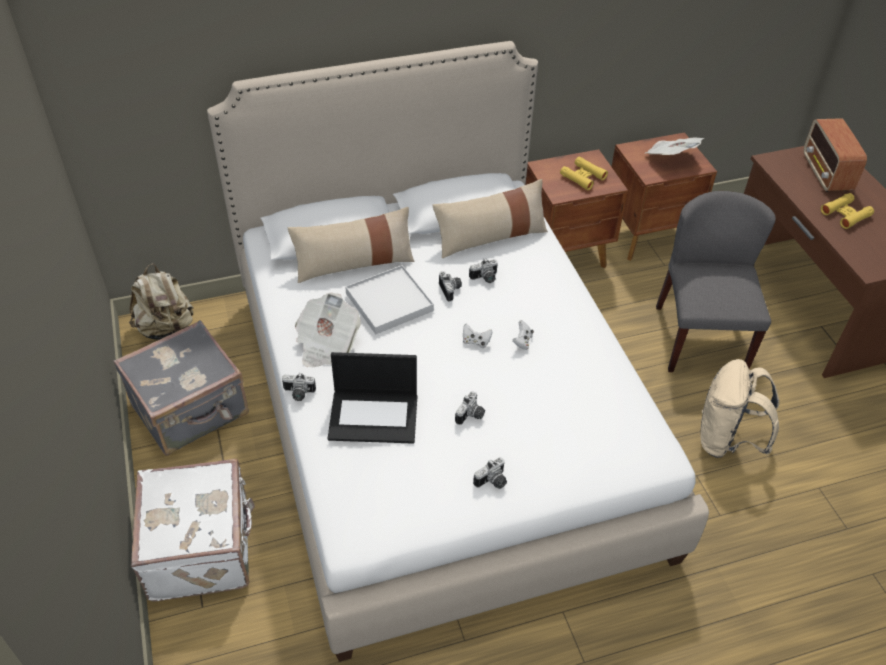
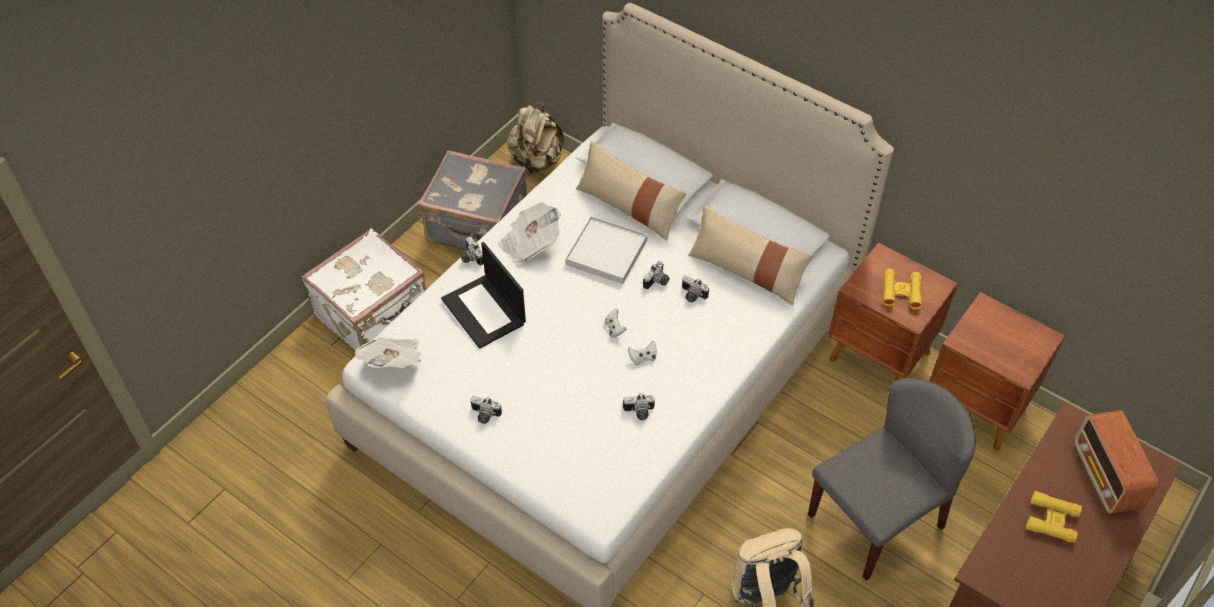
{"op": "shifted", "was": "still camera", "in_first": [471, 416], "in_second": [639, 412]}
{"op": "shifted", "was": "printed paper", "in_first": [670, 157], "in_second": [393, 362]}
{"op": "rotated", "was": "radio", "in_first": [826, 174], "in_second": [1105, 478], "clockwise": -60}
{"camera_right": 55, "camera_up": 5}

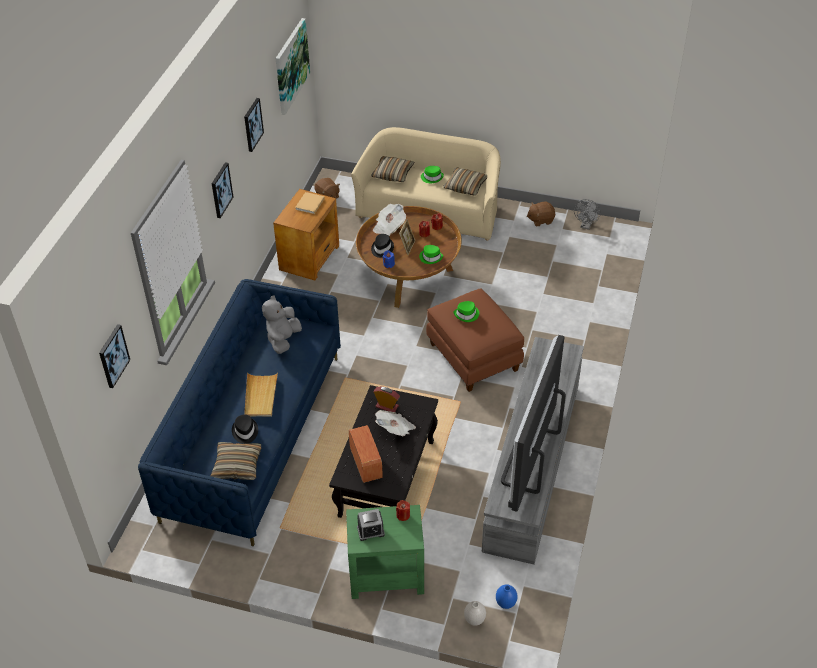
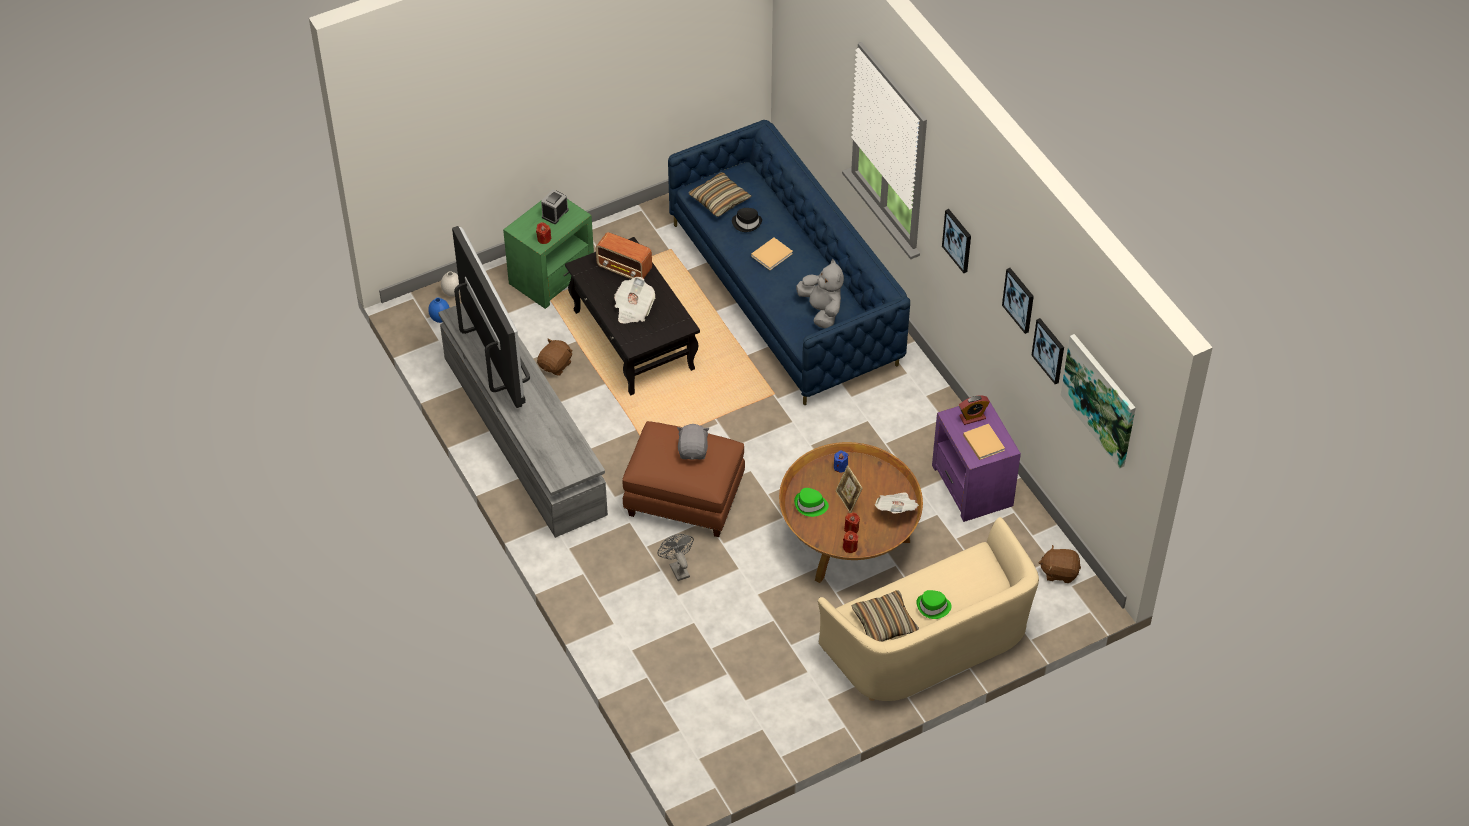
{"op": "shifted", "was": "wall picture", "in_first": [113, 356], "in_second": [1049, 350]}
{"op": "swapped", "was": "beige-coloured carrying tray", "now": "beige-coloured bound book", "in_first": [260, 396], "in_second": [772, 254]}
{"op": "repainted", "was": "brown-coloured side table", "now": "purple side table", "in_first": [310, 257], "in_second": [972, 486]}
{"op": "gone", "was": "cushion", "in_first": [392, 174]}
{"op": "gone", "was": "black-coloured hat", "in_first": [382, 249]}
{"op": "shifted", "was": "bedside clock", "in_first": [387, 406], "in_second": [972, 417]}
{"op": "swapped", "was": "greenish hat", "now": "grey plush toy", "in_first": [467, 314], "in_second": [693, 450]}
{"op": "shifted", "was": "brown-coloured plush toy", "in_first": [540, 220], "in_second": [556, 365]}
{"op": "shifted", "was": "grey cooling fan", "in_first": [586, 226], "in_second": [677, 568]}
{"camera_right": 135, "camera_up": 5}

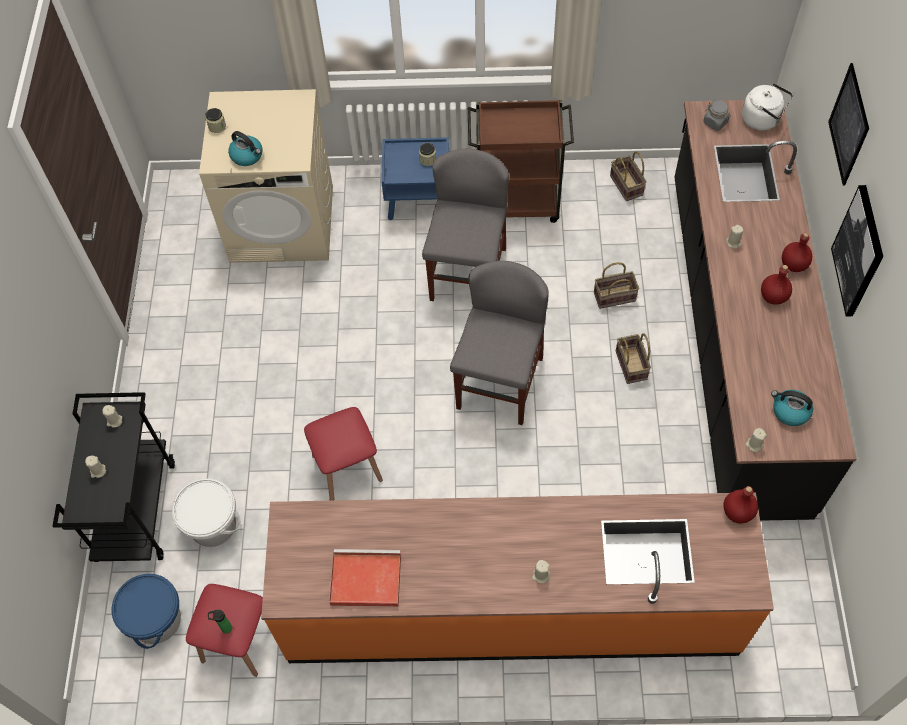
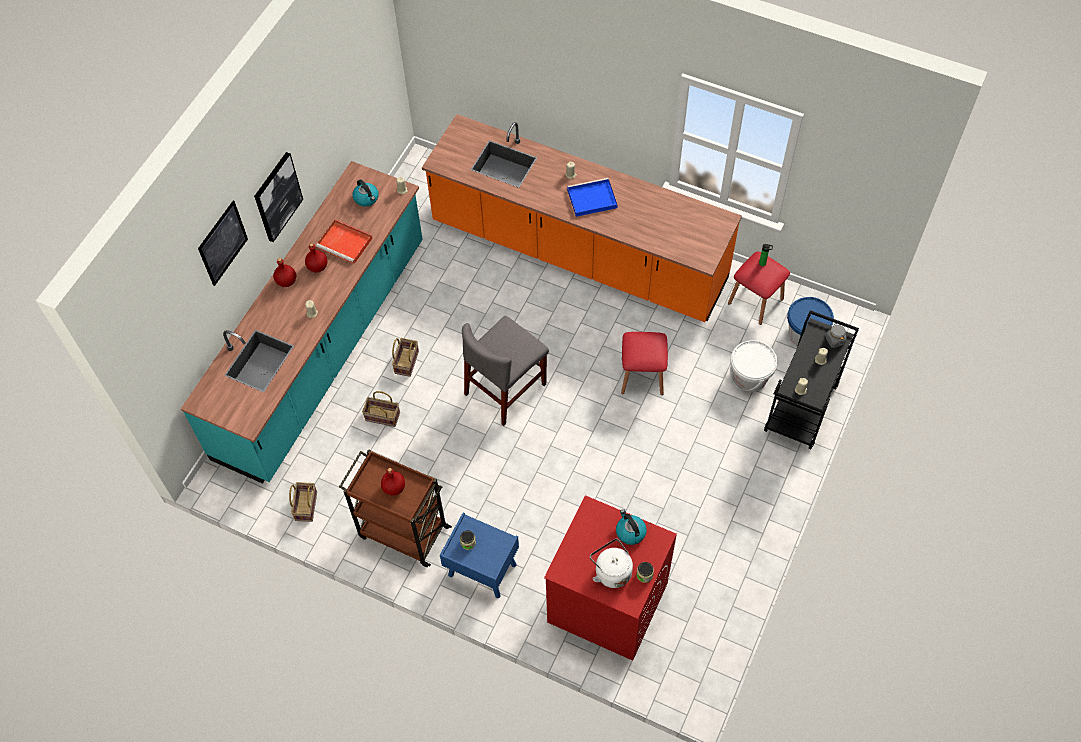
{"op": "repainted", "was": "beige-coloured laundry machine", "now": "reddish laundry machine", "in_first": [283, 223], "in_second": [606, 602]}
{"op": "shifted", "was": "reddish carrying tray", "in_first": [364, 580], "in_second": [346, 243]}
{"op": "gone", "was": "grey plain chair", "in_first": [468, 274]}
{"op": "repainted", "was": "black-coloured counter", "now": "turquoise-coloured counter", "in_first": [734, 339], "in_second": [323, 349]}
{"op": "shifted", "was": "grey storage jar", "in_first": [715, 122], "in_second": [835, 340]}
{"op": "shifted", "was": "reddish bottle", "in_first": [737, 512], "in_second": [394, 488]}
{"op": "shifted", "was": "white-coloured tea kettle", "in_first": [762, 120], "in_second": [611, 571]}
{"op": "new", "now": "bluish carrying tray", "in_second": [591, 199]}
{"camera_right": -155, "camera_up": 0}

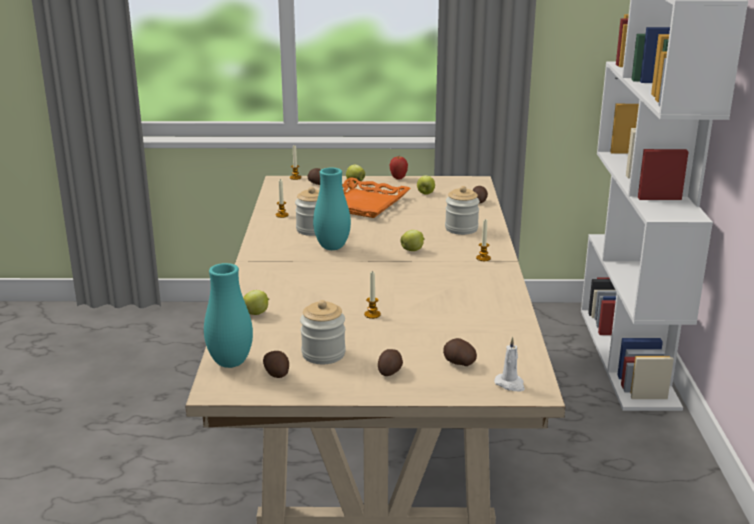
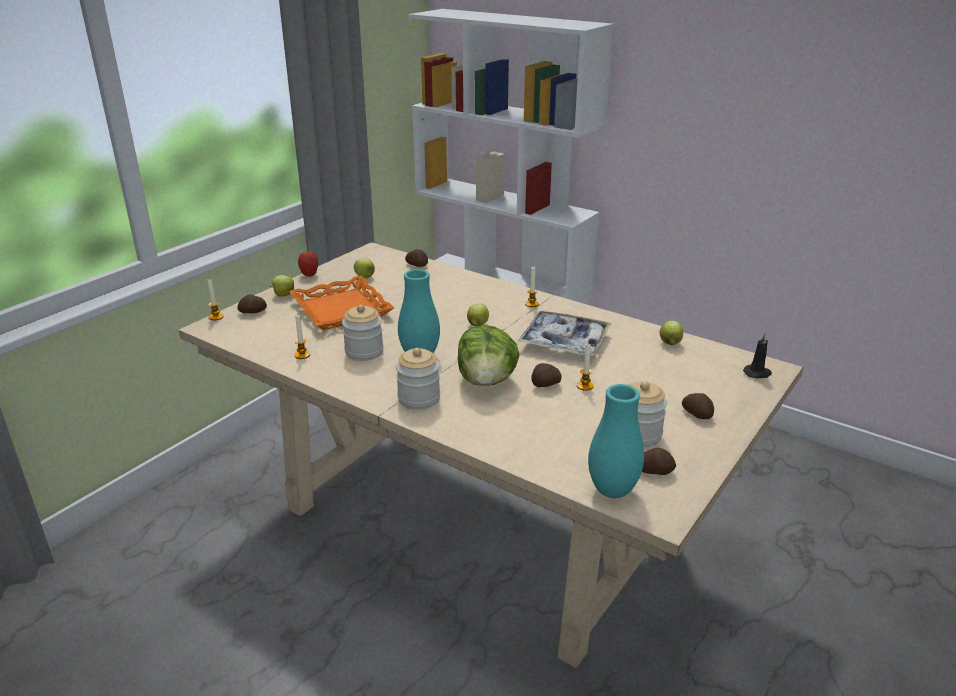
{"op": "shifted", "was": "apple", "in_first": [256, 313], "in_second": [670, 343]}
{"op": "shifted", "was": "whole potato", "in_first": [459, 363], "in_second": [545, 385]}
{"op": "shifted", "was": "storage jar", "in_first": [461, 229], "in_second": [419, 398]}
{"op": "repainted", "was": "white-coloured wax candle", "now": "black-coloured wax candle", "in_first": [510, 384], "in_second": [757, 373]}
{"op": "new", "now": "lettuce", "in_second": [487, 381]}
{"op": "new", "now": "carrying tray", "in_second": [564, 342]}
{"camera_right": -55, "camera_up": 5}

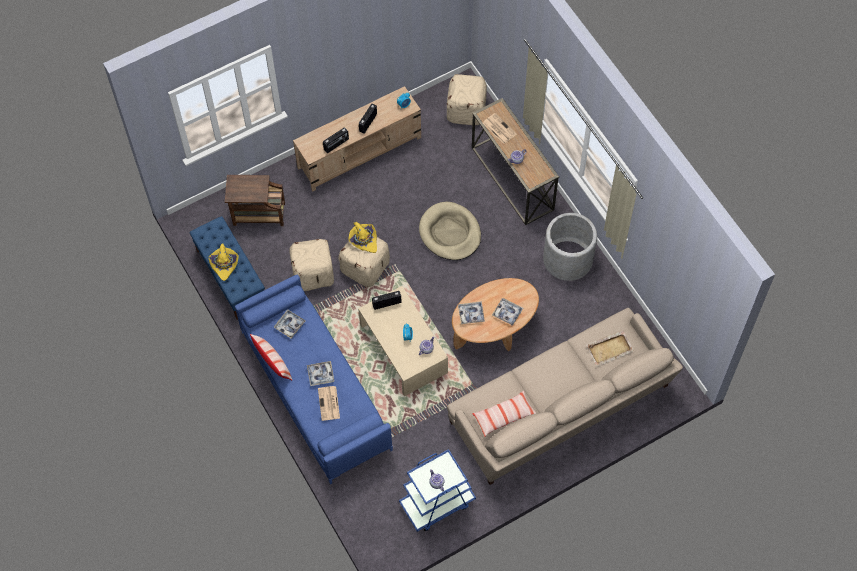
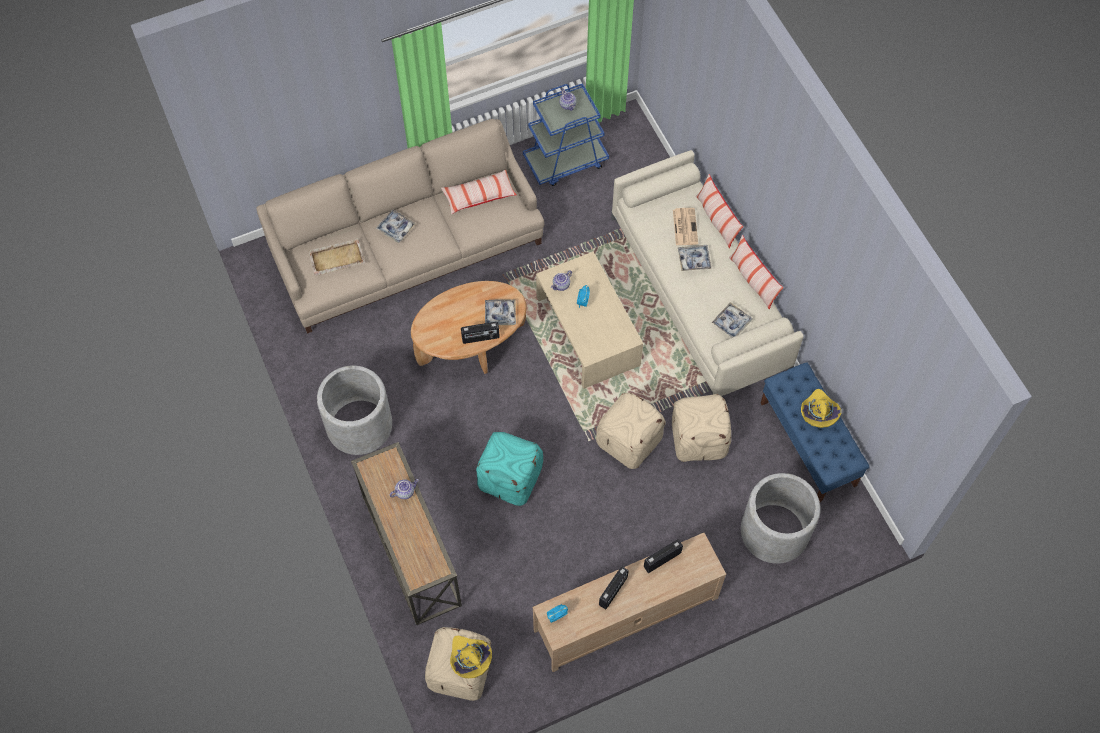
{"op": "swapped", "was": "brown-coloured side table", "now": "grey flower pot", "in_first": [257, 214], "in_second": [774, 532]}
{"op": "repainted", "was": "bluish settee", "now": "beige-coloured settee", "in_first": [314, 389], "in_second": [700, 293]}
{"op": "shifted", "was": "yellowish hat", "in_first": [364, 240], "in_second": [469, 658]}
{"op": "shifted", "was": "radio", "in_first": [386, 303], "in_second": [480, 338]}
{"op": "swapped", "was": "beige-coloured dog cushion", "now": "turquoise-coloured ottoman", "in_first": [450, 233], "in_second": [510, 477]}
{"op": "gone", "was": "printed paper", "in_first": [498, 128]}
{"op": "shifted", "was": "carrying tray", "in_first": [507, 313], "in_second": [396, 228]}
{"op": "new", "now": "cushion", "in_second": [717, 220]}
{"camera_right": -175, "camera_up": 0}

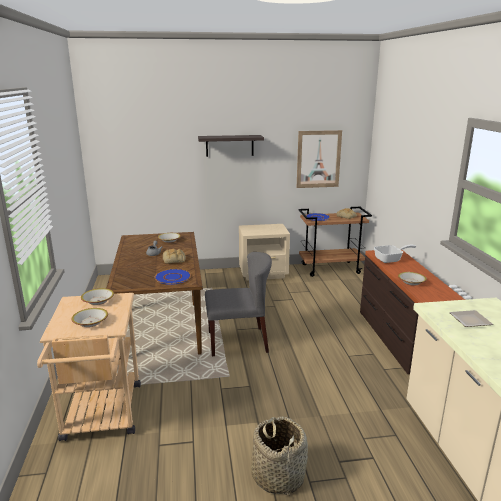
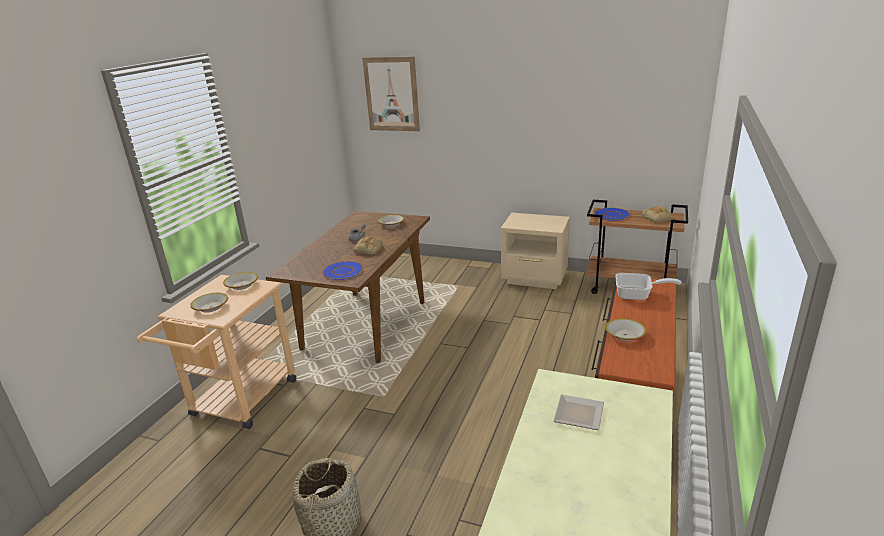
{"op": "gone", "was": "shelf", "in_first": [229, 145]}
{"op": "gone", "was": "grey plain chair", "in_first": [238, 341]}
{"op": "shifted", "was": "wall picture", "in_first": [318, 159], "in_second": [391, 94]}
{"camera_right": 30, "camera_up": 5}

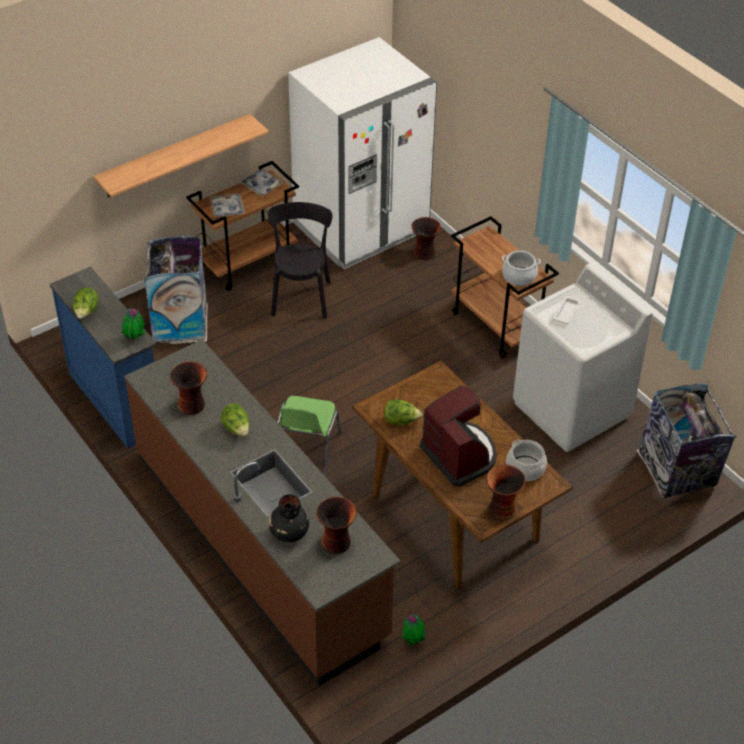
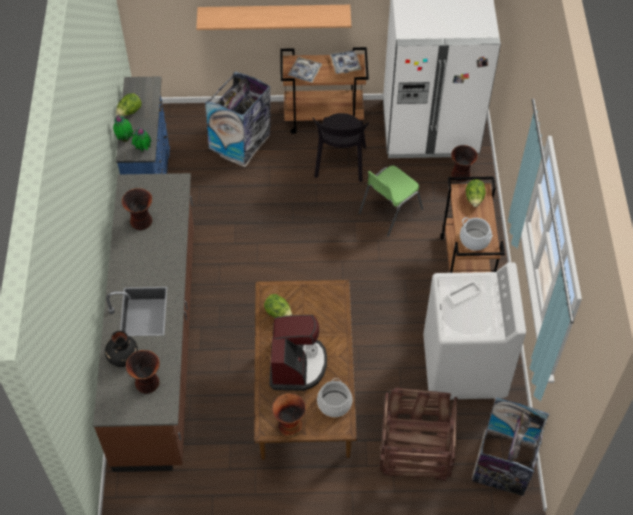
{"op": "shifted", "was": "lettuce", "in_first": [237, 429], "in_second": [474, 199]}
{"op": "rotated", "was": "black-coloured plain chair", "in_first": [301, 296], "in_second": [340, 164], "clockwise": 150}
{"op": "shifted", "was": "greenish plain chair", "in_first": [306, 453], "in_second": [389, 211]}
{"op": "shifted", "was": "plant in a pot", "in_first": [413, 641], "in_second": [125, 139]}
{"op": "new", "now": "packing crate", "in_second": [417, 447]}
{"camera_right": 35, "camera_up": 10}

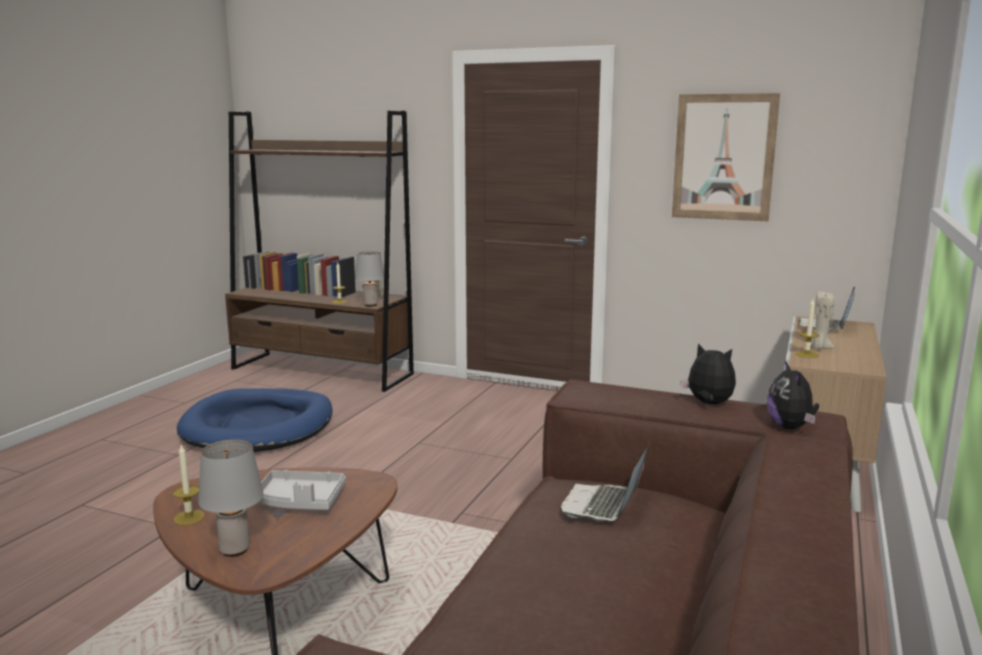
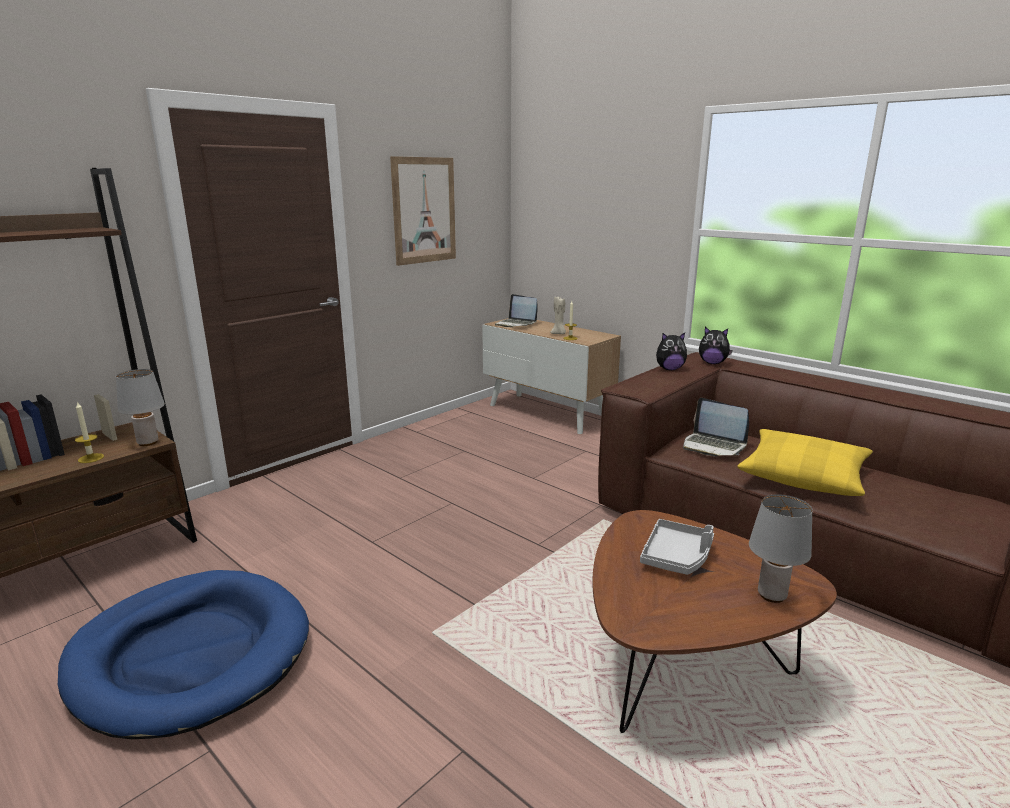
{"op": "gone", "was": "wax candle", "in_first": [189, 517]}
{"op": "rotated", "was": "plush toy", "in_first": [708, 404], "in_second": [669, 369], "clockwise": -150}
{"op": "new", "now": "yellowish cushion", "in_second": [803, 474]}
{"camera_right": -70, "camera_up": 5}

